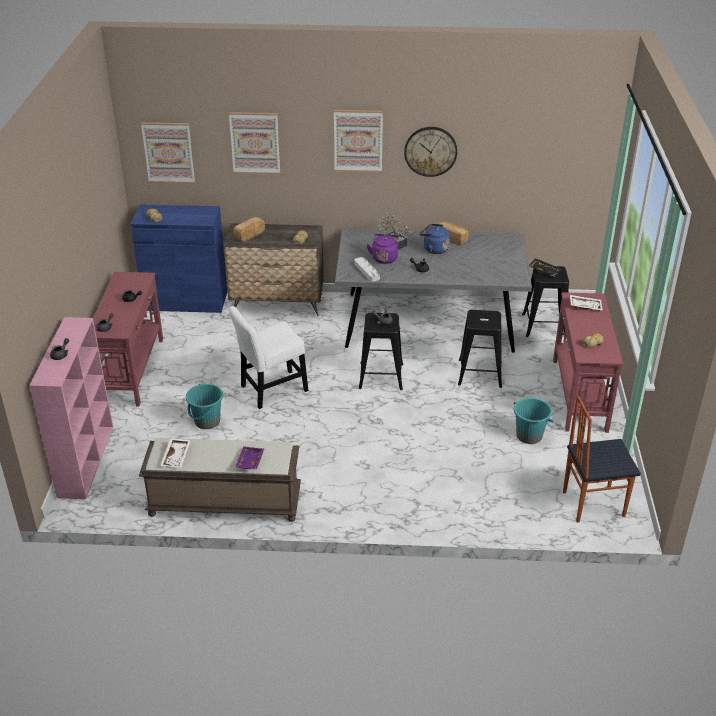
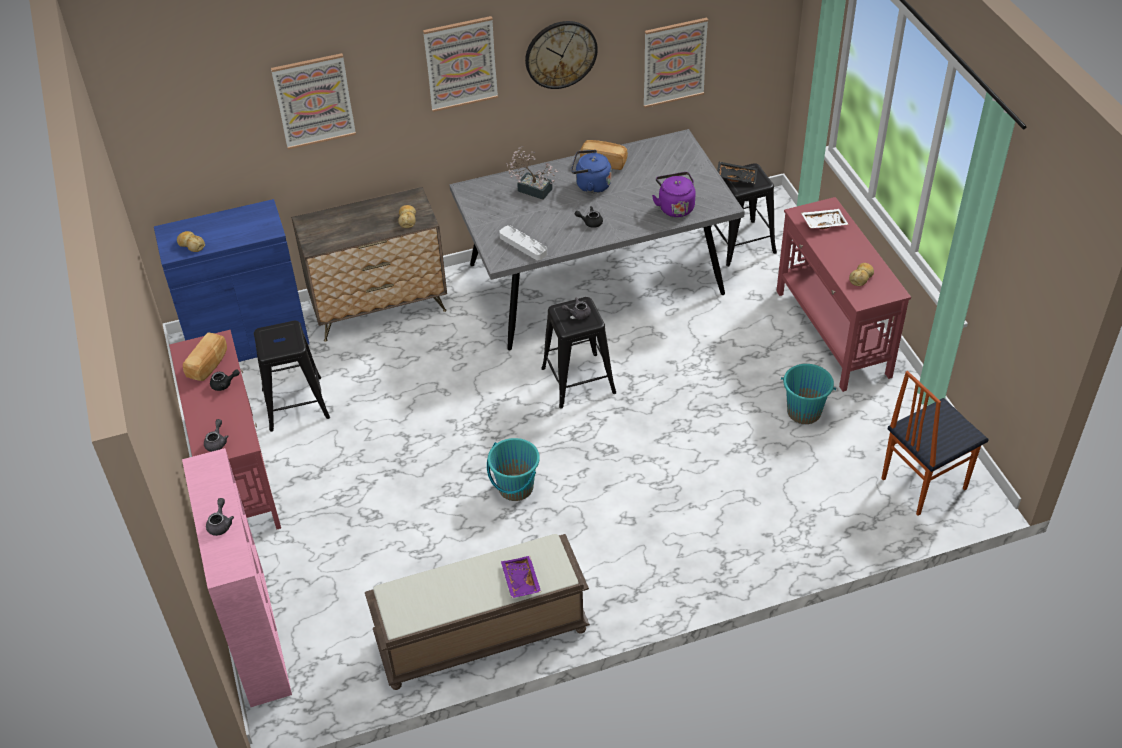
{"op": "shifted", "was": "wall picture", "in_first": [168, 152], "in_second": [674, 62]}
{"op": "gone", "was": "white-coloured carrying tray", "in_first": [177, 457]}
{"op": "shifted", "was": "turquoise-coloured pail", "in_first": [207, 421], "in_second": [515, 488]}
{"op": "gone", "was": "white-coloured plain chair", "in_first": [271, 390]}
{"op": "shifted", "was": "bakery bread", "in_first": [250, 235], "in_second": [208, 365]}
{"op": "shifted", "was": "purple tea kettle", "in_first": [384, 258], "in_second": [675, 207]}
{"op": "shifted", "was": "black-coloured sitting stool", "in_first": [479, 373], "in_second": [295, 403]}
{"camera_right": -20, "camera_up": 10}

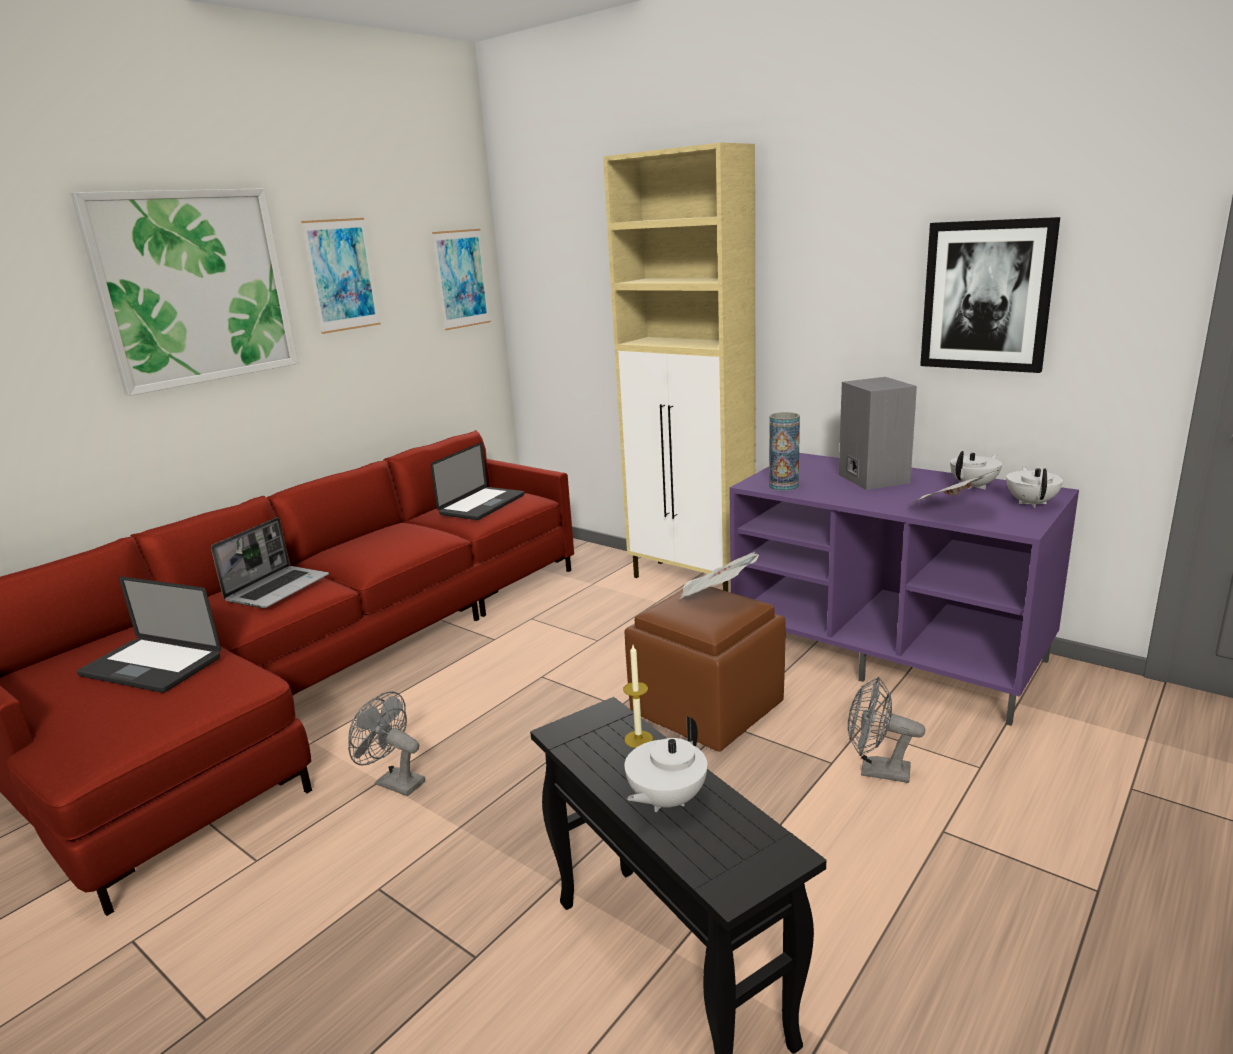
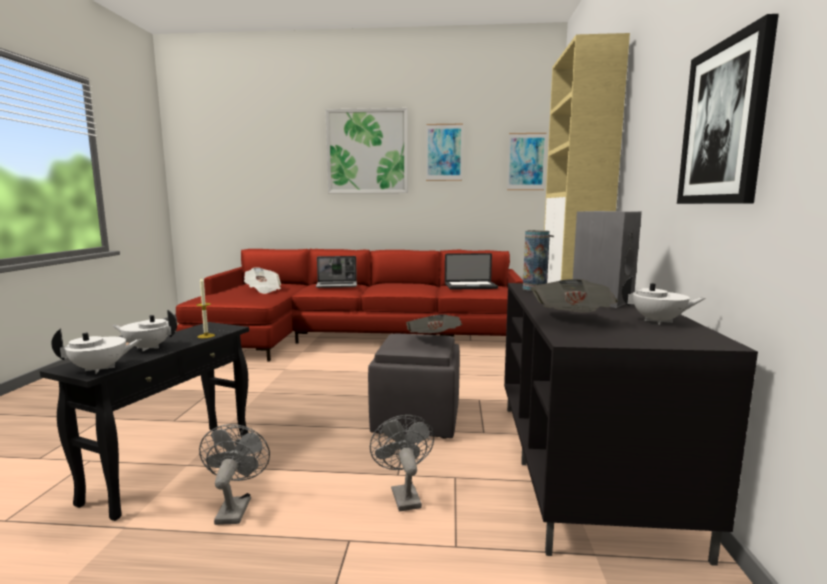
{"op": "swapped", "was": "notebook computer", "now": "printed paper", "in_first": [151, 667], "in_second": [263, 290]}
{"op": "shifted", "was": "grey cooling fan", "in_first": [393, 782], "in_second": [235, 507]}
{"op": "repainted", "was": "brown-coloured ottoman", "now": "grey ottoman", "in_first": [706, 708], "in_second": [417, 419]}
{"op": "repainted", "was": "purple tv stand", "now": "black-coloured tv stand", "in_first": [890, 652], "in_second": [586, 468]}
{"op": "shifted", "was": "white-coloured tea pot", "in_first": [1031, 503], "in_second": [100, 369]}
{"camera_right": 55, "camera_up": -10}

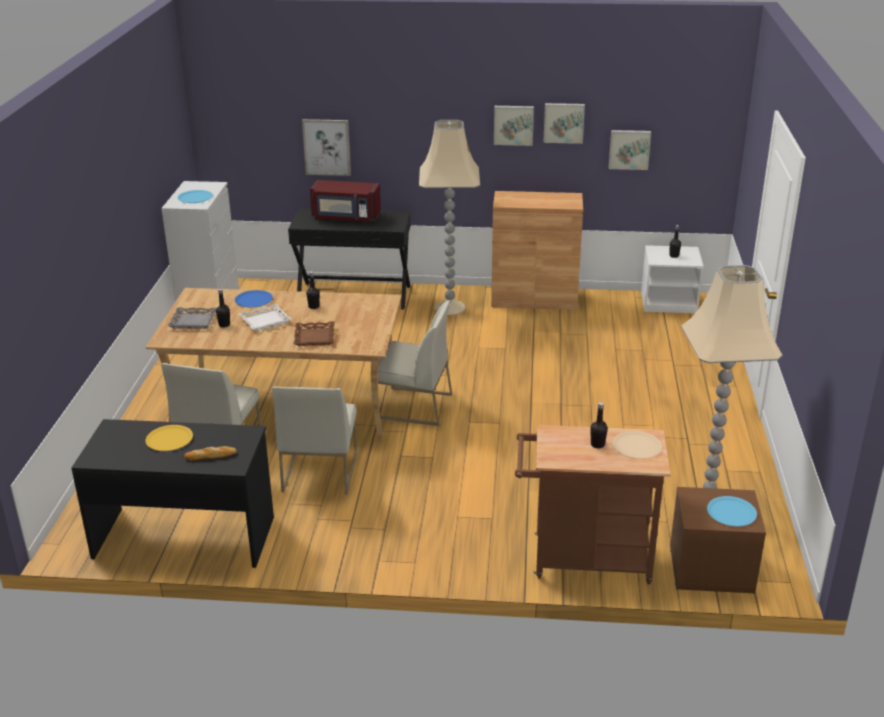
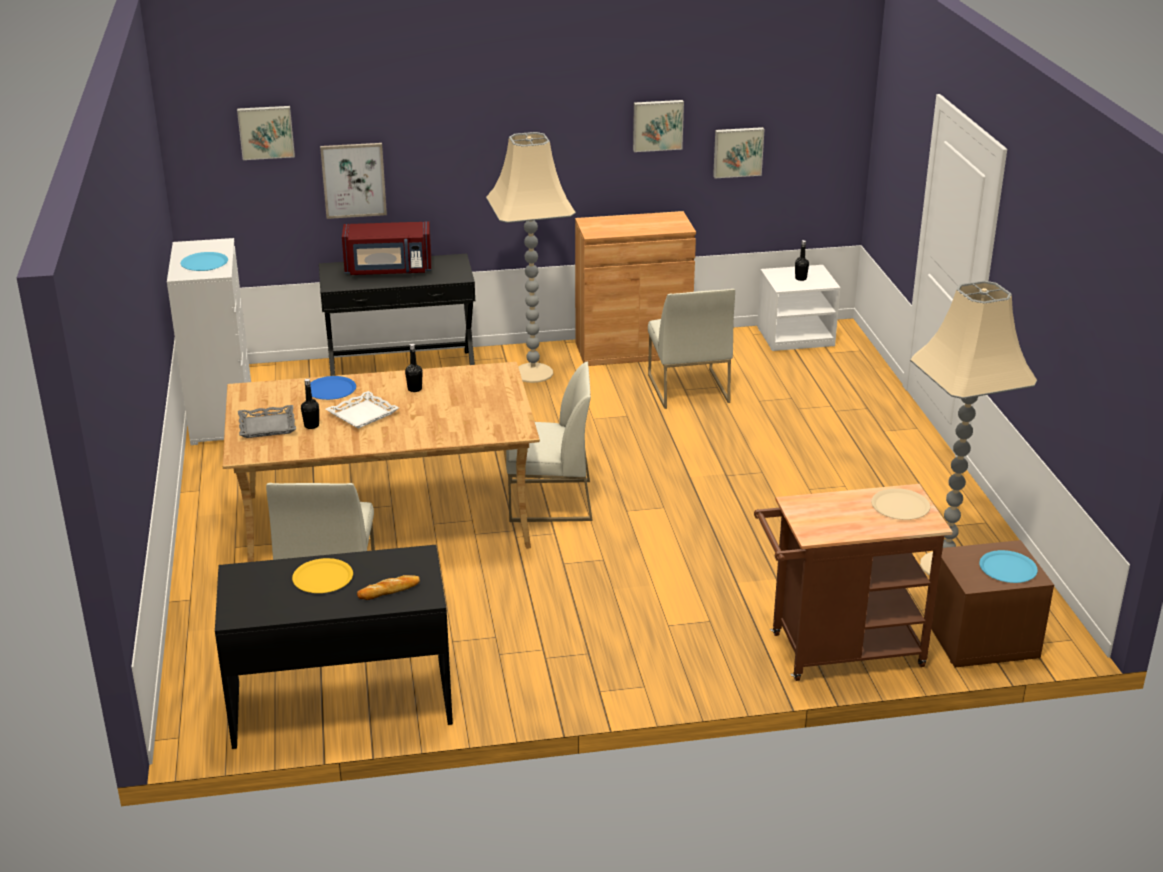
{"op": "shifted", "was": "white-coloured plain chair", "in_first": [319, 472], "in_second": [687, 388]}
{"op": "gone", "was": "brown-coloured carrying tray", "in_first": [314, 337]}
{"op": "shifted", "was": "wall picture", "in_first": [513, 125], "in_second": [266, 132]}
{"op": "gone", "was": "black-coloured bottle", "in_first": [597, 445]}
{"camera_right": -15, "camera_up": 0}

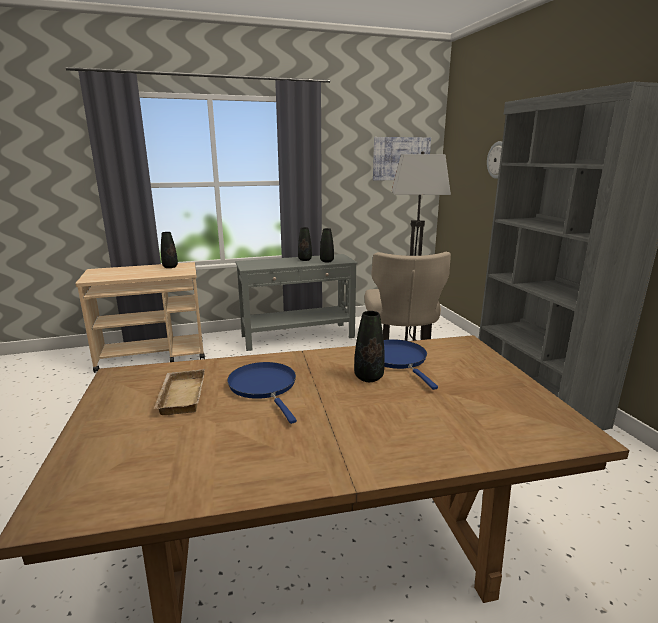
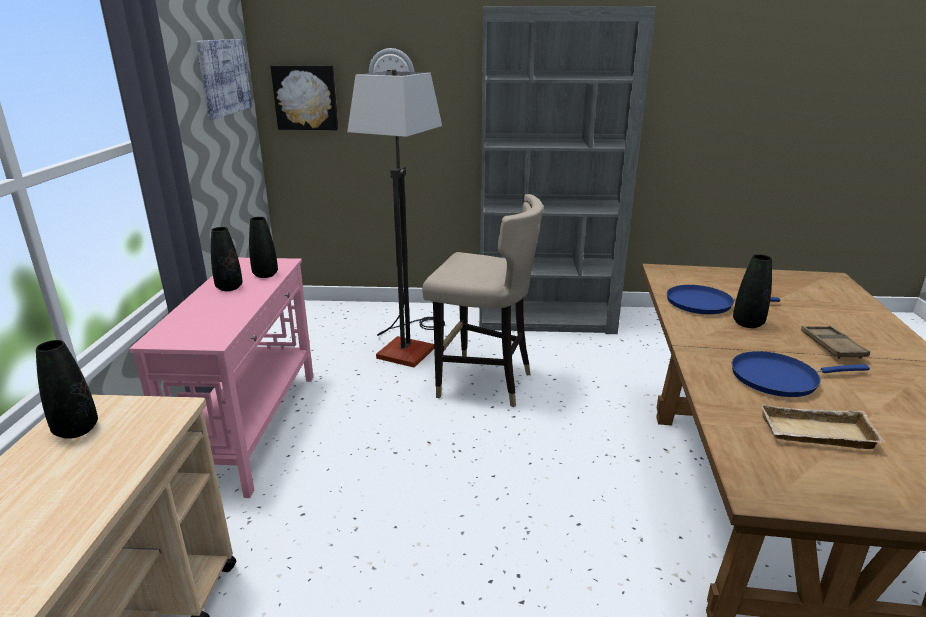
{"op": "repainted", "was": "grey console table", "now": "pinkish console table", "in_first": [298, 337], "in_second": [253, 427]}
{"op": "new", "now": "wall picture", "in_second": [306, 97]}
{"op": "new", "now": "brown-coloured carrying tray", "in_second": [832, 346]}
{"camera_right": -70, "camera_up": 5}

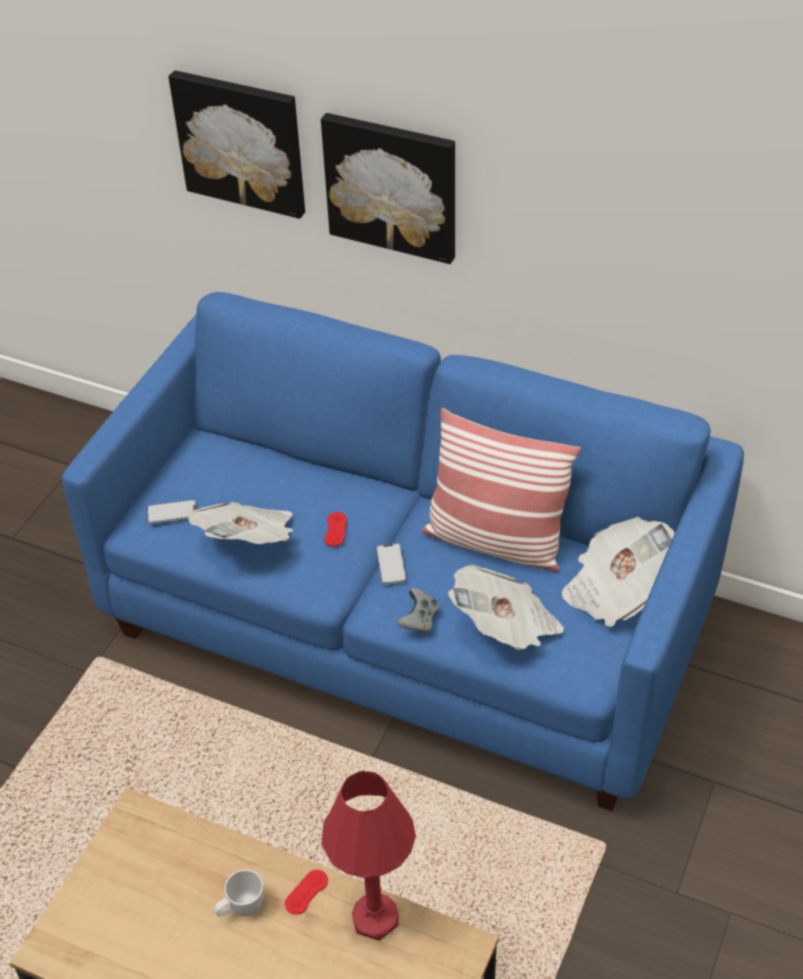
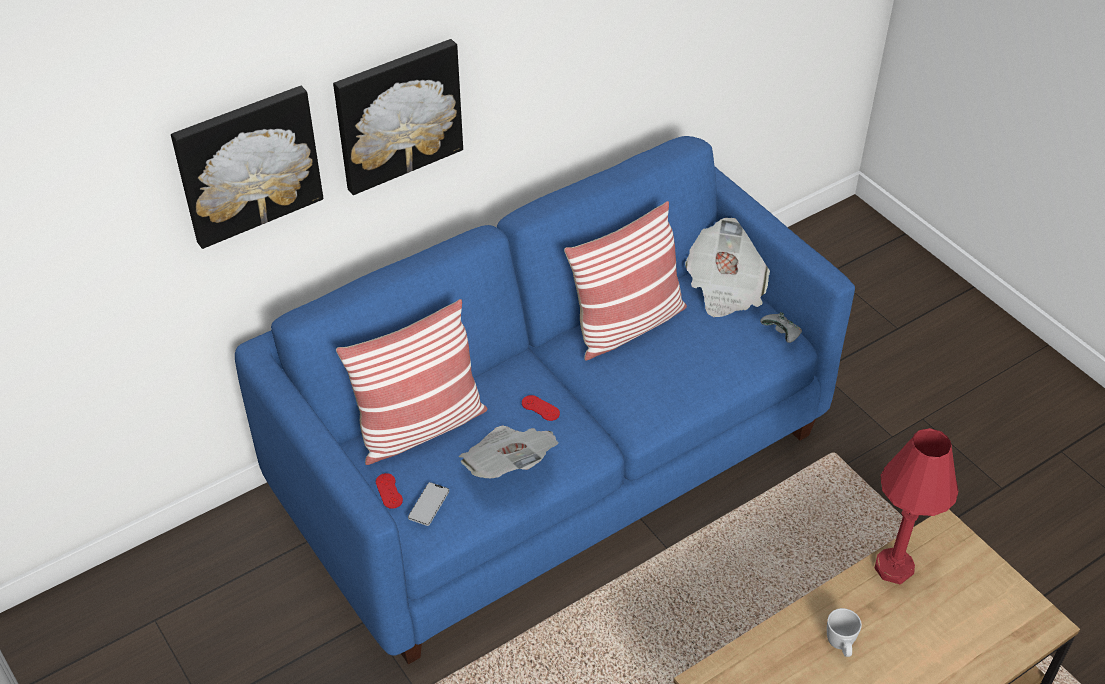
{"op": "shifted", "was": "reddish joypad", "in_first": [306, 892], "in_second": [389, 491]}
{"op": "gone", "was": "phone", "in_first": [391, 565]}
{"op": "shifted", "was": "grey joypad", "in_first": [419, 620], "in_second": [781, 334]}
{"op": "gone", "was": "printed paper", "in_first": [506, 627]}
{"op": "new", "now": "cushion", "in_second": [420, 427]}
{"camera_right": -60, "camera_up": 0}

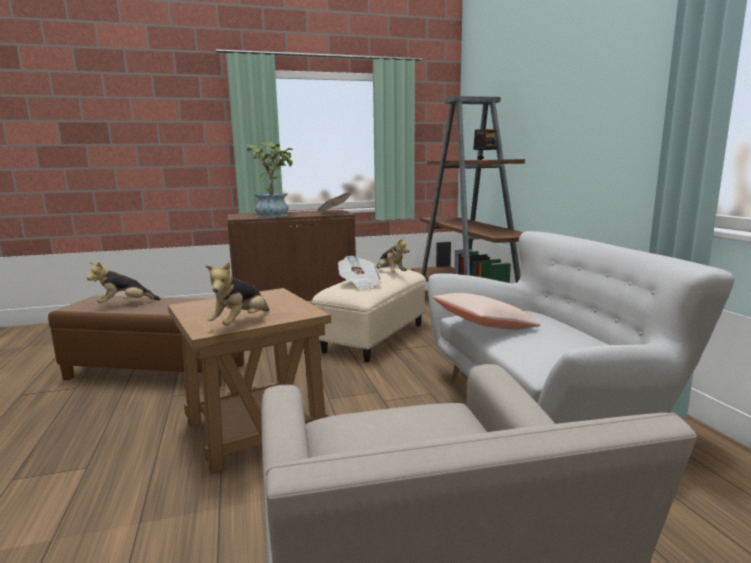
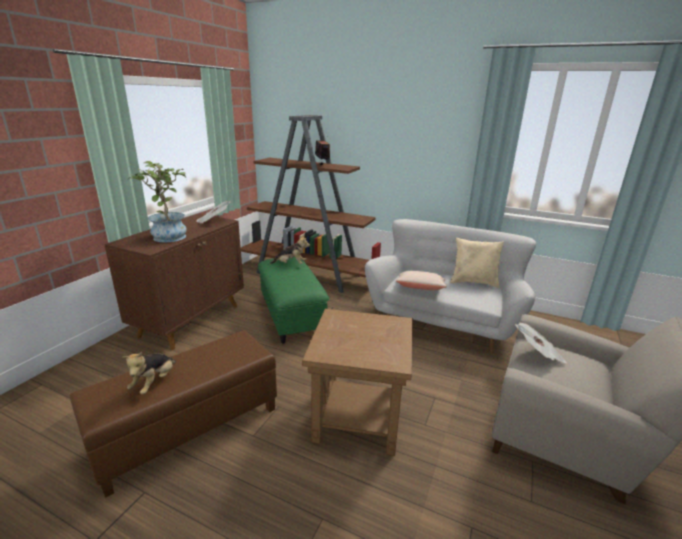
{"op": "gone", "was": "plush toy", "in_first": [241, 324]}
{"op": "repainted", "was": "beige-coloured ottoman", "now": "greenish ottoman", "in_first": [373, 337], "in_second": [290, 316]}
{"op": "shifted", "was": "printed paper", "in_first": [360, 284], "in_second": [537, 354]}
{"op": "new", "now": "beige-coloured cushion", "in_second": [474, 282]}
{"camera_right": -50, "camera_up": 10}

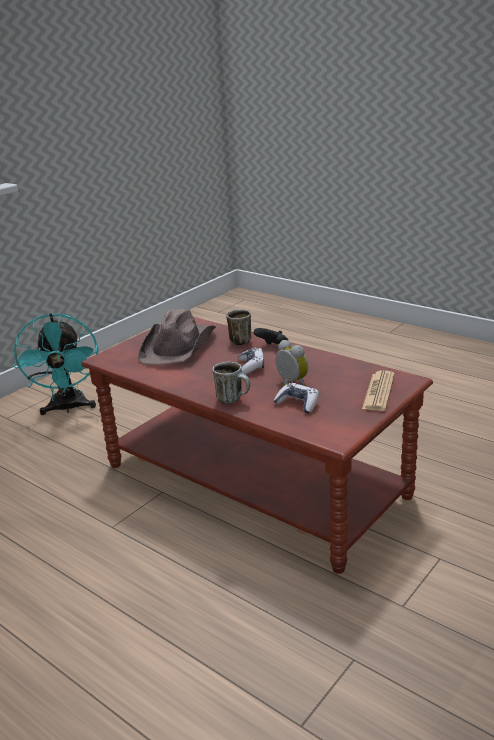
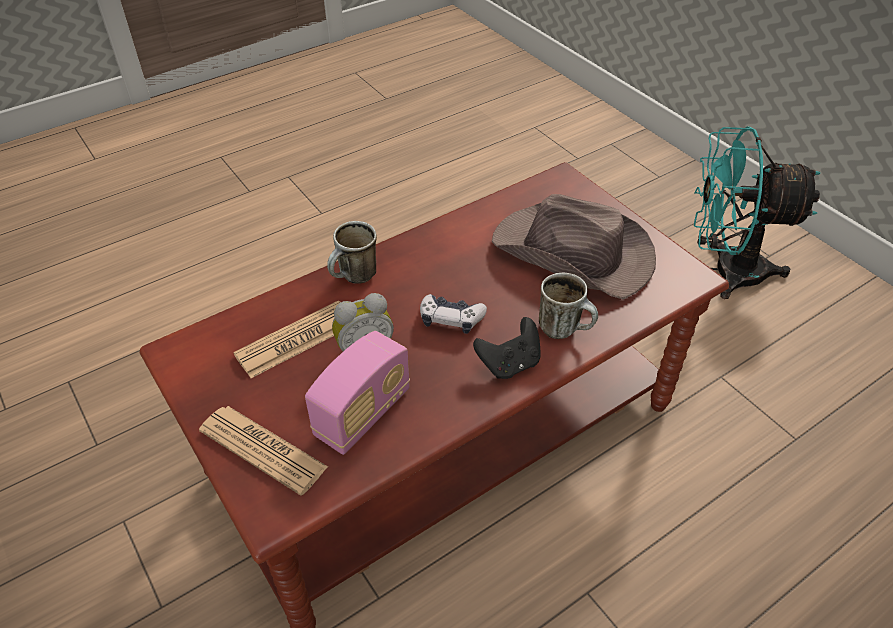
{"op": "swapped", "was": "joypad", "now": "printed paper", "in_first": [298, 404], "in_second": [296, 339]}
{"op": "new", "now": "radio", "in_second": [363, 414]}
{"camera_right": 105, "camera_up": 20}

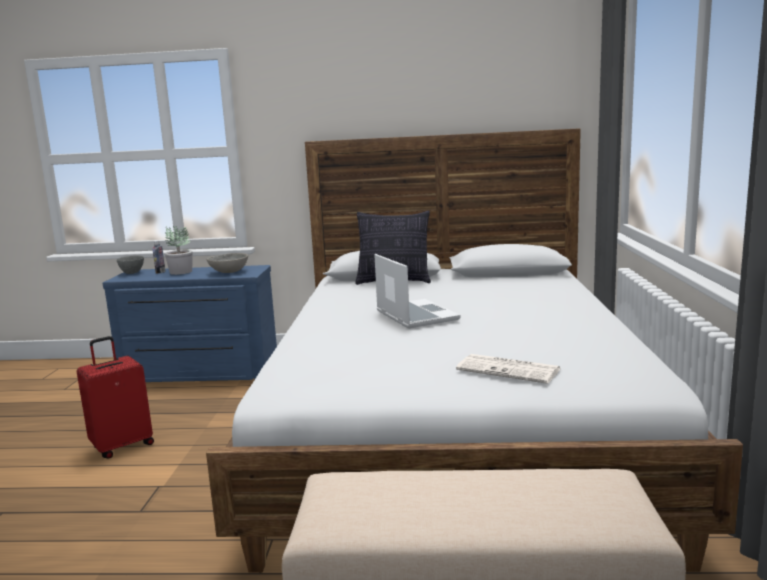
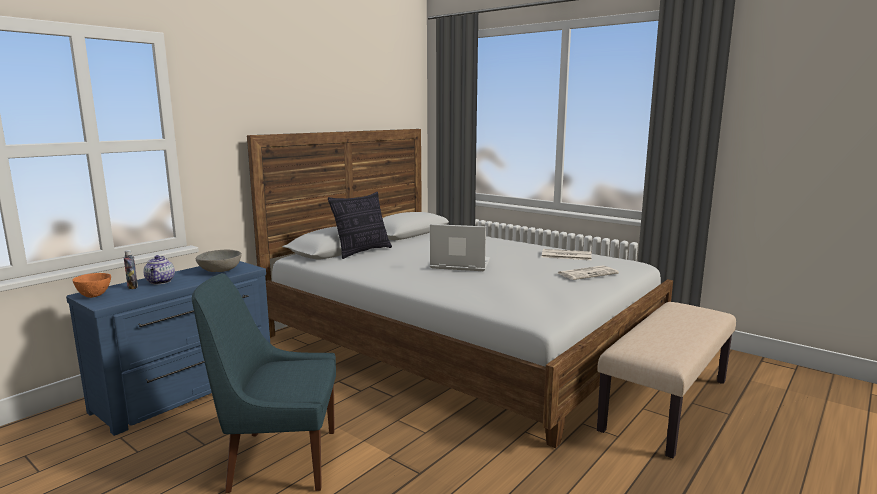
{"op": "swapped", "was": "reddish suitcase", "now": "bluish plain chair", "in_first": [122, 446], "in_second": [278, 460]}
{"op": "repainted", "was": "grey deep dish", "now": "orange deep dish", "in_first": [132, 273], "in_second": [94, 295]}
{"op": "swapped", "was": "plant in a pot", "now": "tea pot", "in_first": [181, 272], "in_second": [160, 282]}
{"op": "new", "now": "printed paper", "in_second": [565, 255]}
{"camera_right": -55, "camera_up": 0}

